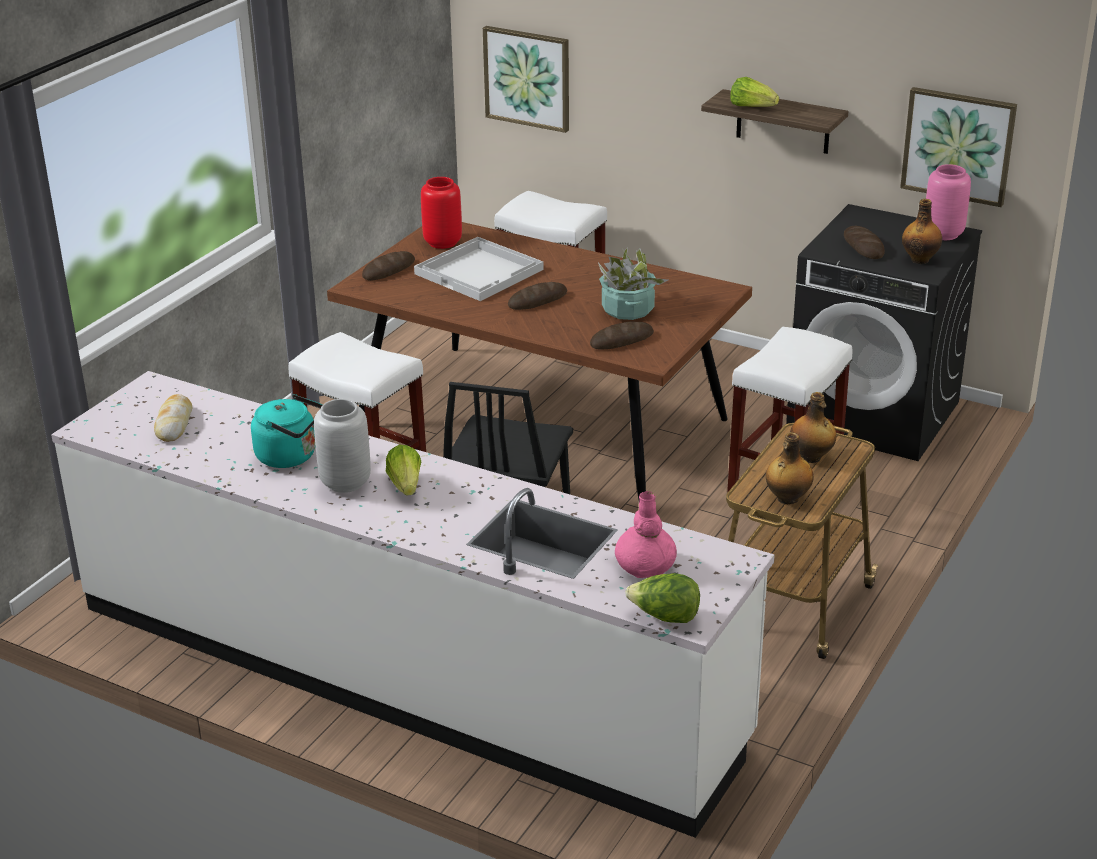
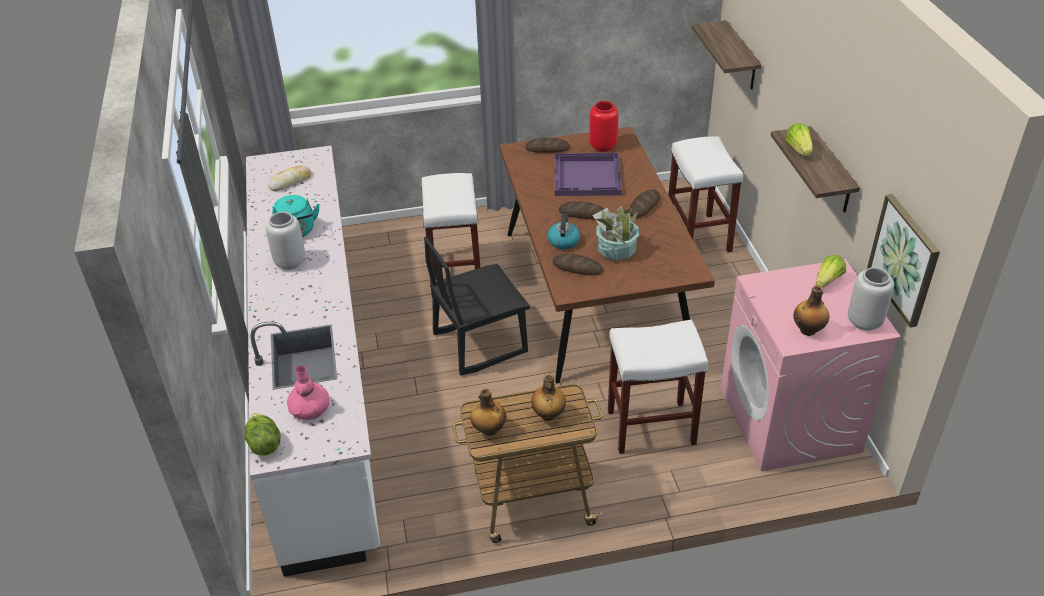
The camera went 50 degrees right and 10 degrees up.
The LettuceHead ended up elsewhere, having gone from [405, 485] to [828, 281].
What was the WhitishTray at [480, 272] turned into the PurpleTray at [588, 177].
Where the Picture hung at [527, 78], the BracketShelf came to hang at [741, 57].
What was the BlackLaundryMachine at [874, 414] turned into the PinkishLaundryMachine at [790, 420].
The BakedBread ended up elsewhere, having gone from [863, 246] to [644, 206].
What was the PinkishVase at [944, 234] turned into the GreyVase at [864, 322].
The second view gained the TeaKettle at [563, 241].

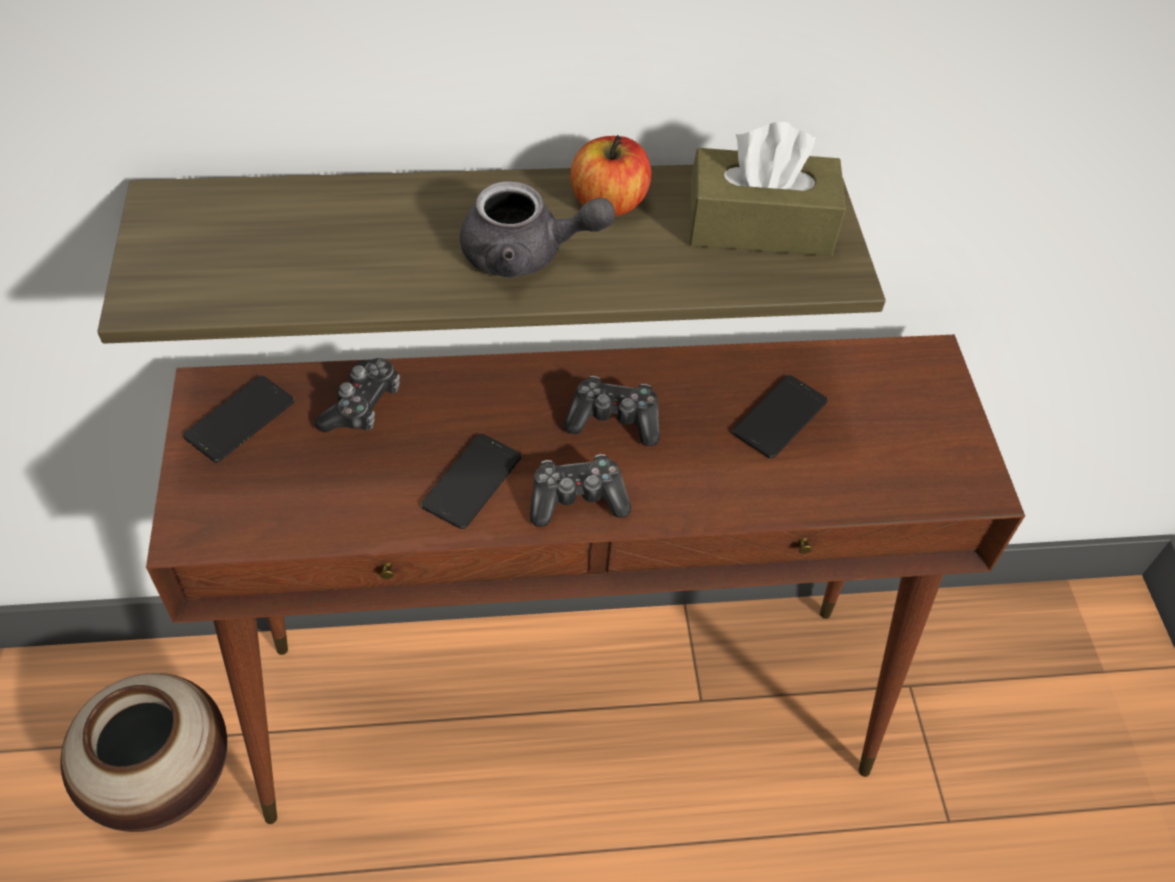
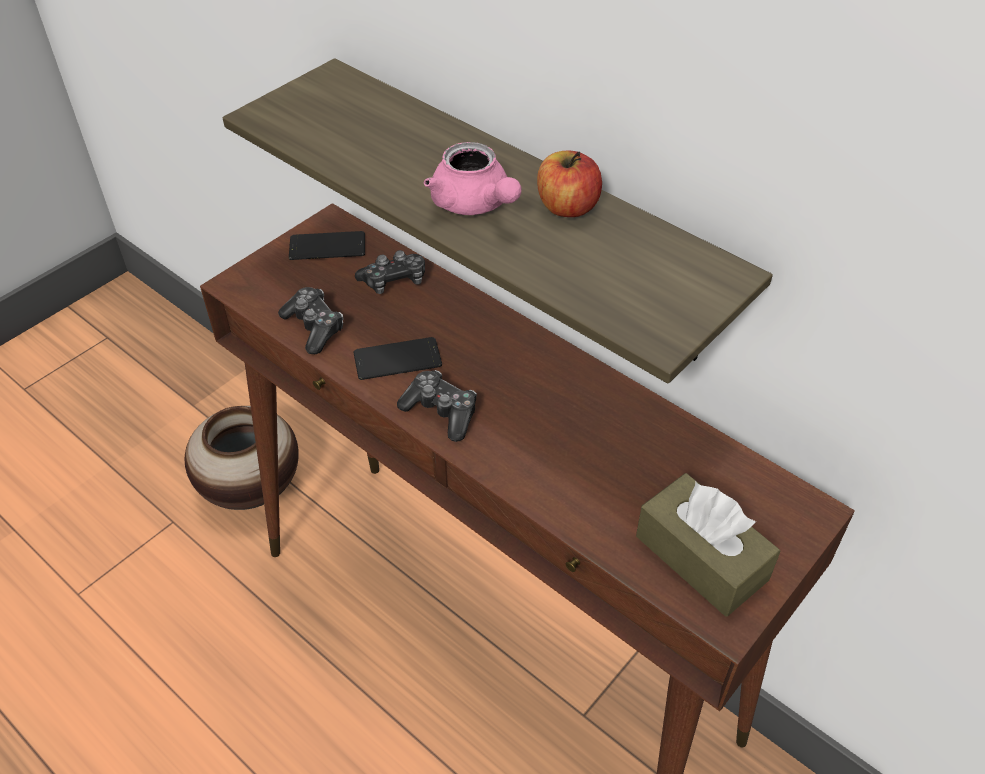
The camera went 50 degrees right and 5 degrees down.
What was the GreyTeaPot at [526, 254] turned into the PinkishTeaPot at [475, 205].
The Joypad ended up elsewhere, having gone from [614, 420] to [314, 327].
The BrownTissueBox ended up elsewhere, having gone from [759, 226] to [701, 558].
The second view lost the Telephone at [780, 417].

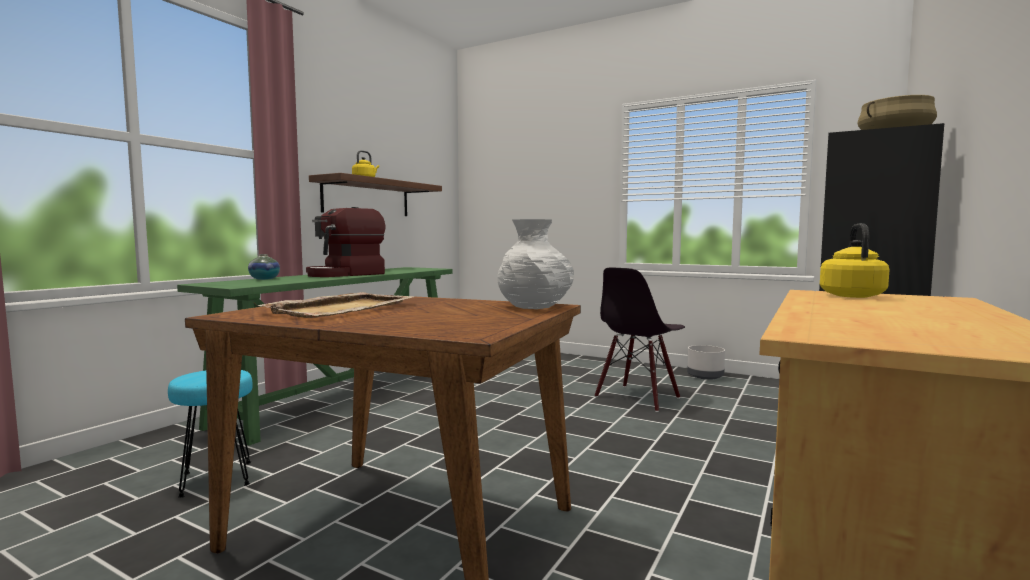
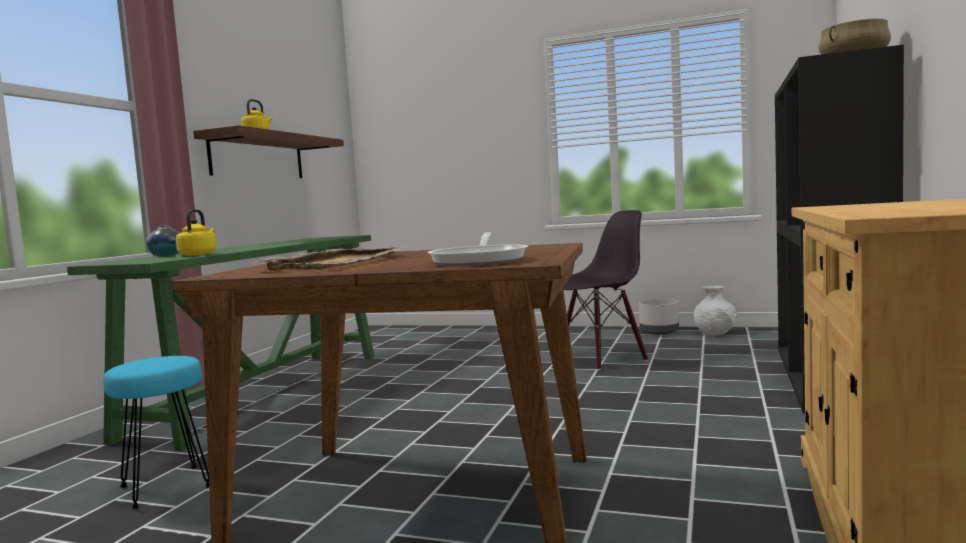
The camera went 10 degrees left and 0 degrees up.
The second view lost the CoffeeBrewer at [346, 274].
The WhitishVase ended up elsewhere, having gone from [535, 306] to [716, 333].
The BlackChair at [638, 398] ended up facing another way, 150 degrees counterclockwise from before.
The YellowTeaKettle ended up elsewhere, having gone from [851, 295] to [199, 254].
The second view gained the FryingPan at [480, 260].

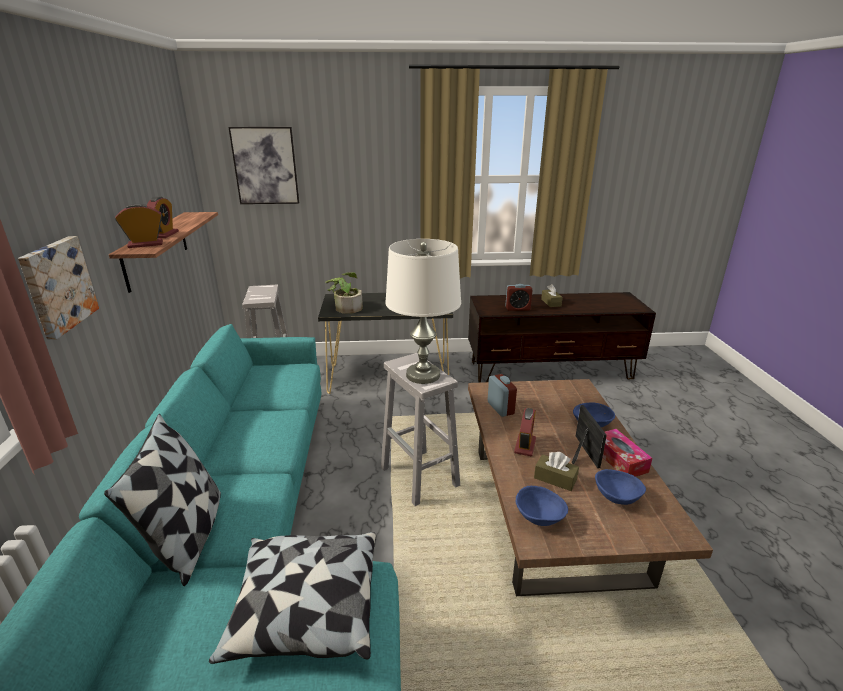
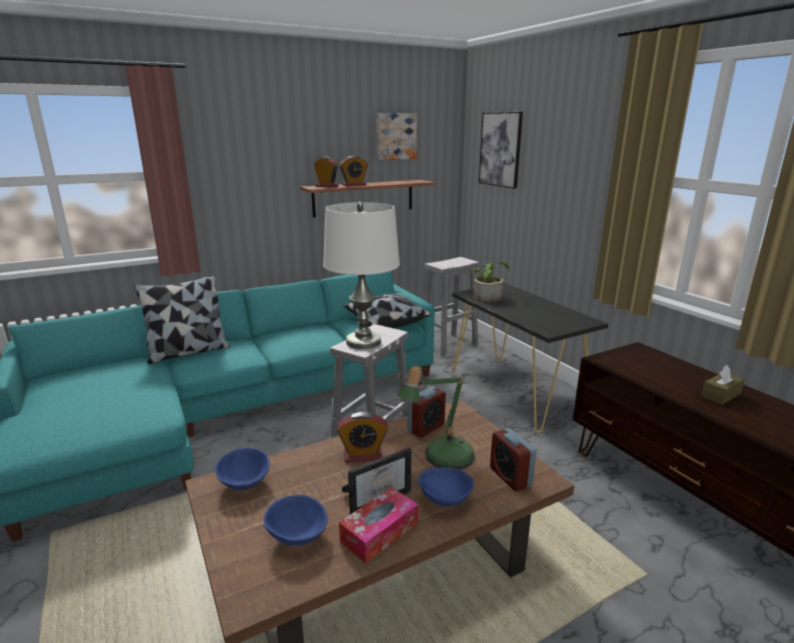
The camera went 65 degrees right and 5 degrees down.
The Picture ended up elsewhere, having gone from [57, 286] to [395, 136].
The ThrowPillow ended up elsewhere, having gone from [305, 609] to [385, 322].
The AlarmClock ended up elsewhere, having gone from [517, 308] to [510, 477].
The second view lost the BrownTissueBox at [555, 479].
The second view gained the TabletopLamp at [442, 458].

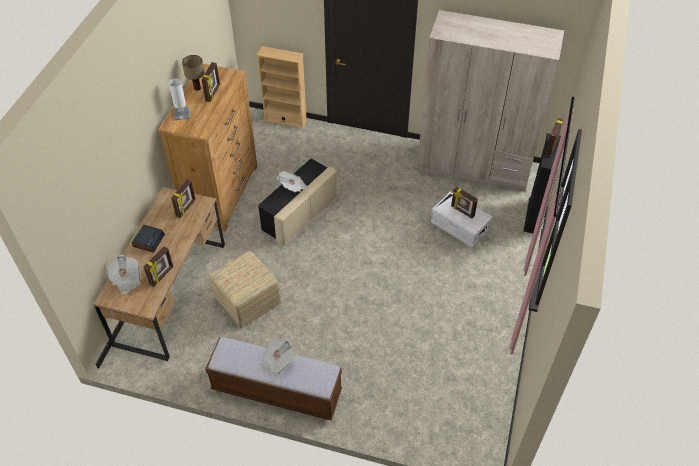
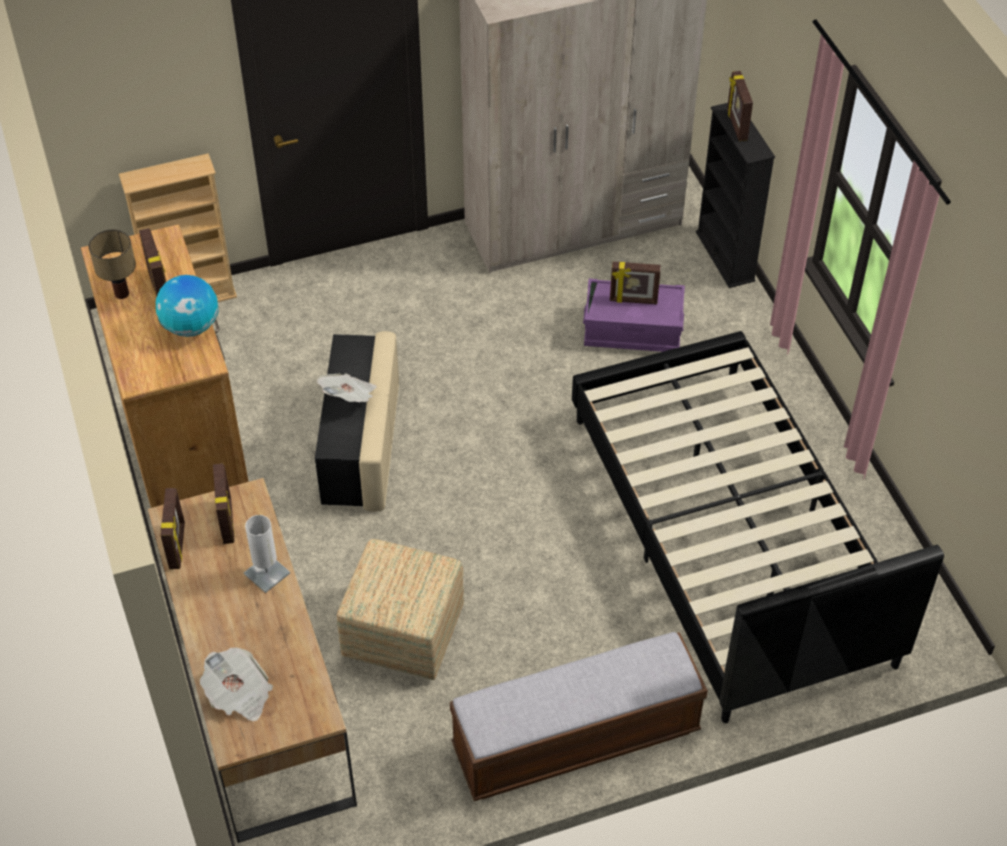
The camera went 35 degrees left and 0 degrees up.
The second view lost the AlarmClock at [148, 240].
The PhotoFrame ended up elsewhere, having gone from [162, 276] to [178, 546].
The WhitishTabletopLamp ended up elsewhere, having gone from [181, 114] to [267, 573].
The second view lost the DailyPaper at [276, 362].
What was the WhitishStorageBin at [459, 227] turned into the PurpleStorageBin at [632, 331].
The second view gained the Globe at [191, 326].
The second view gained the BlackBed at [728, 538].

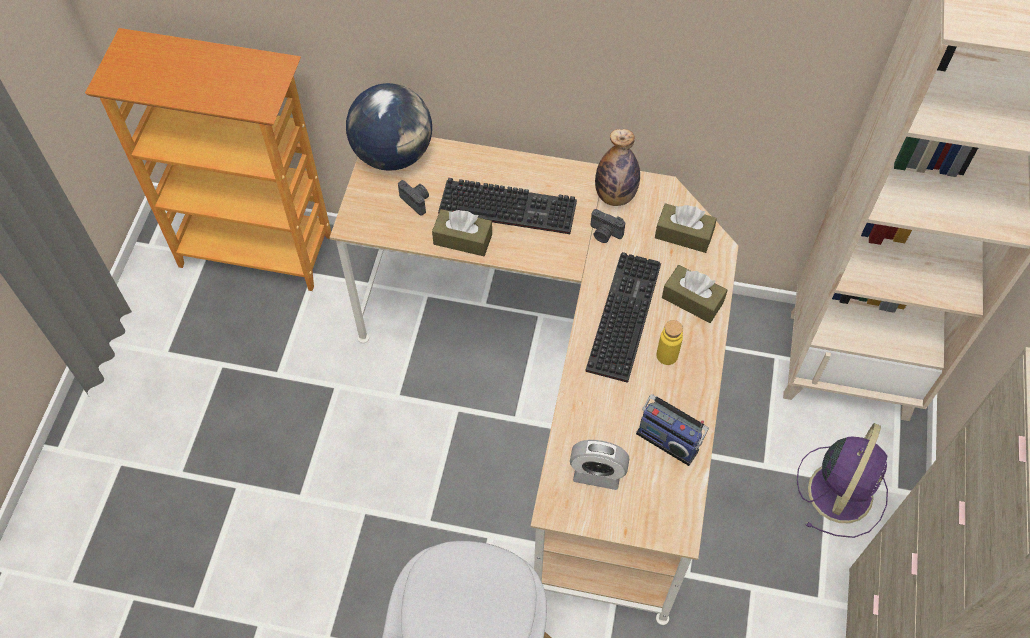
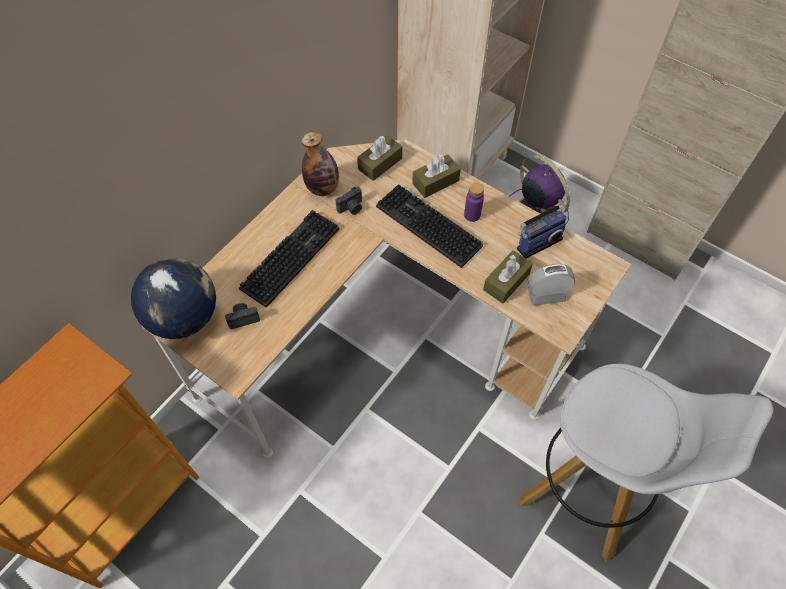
The camera went 65 degrees left and 0 degrees up.
The BrownTissueBox ended up elsewhere, having gone from [463, 239] to [506, 282].
The AlarmClock at [597, 473] ended up facing another way, 135 degrees counterclockwise from before.
What was the YellowBottle at [667, 355] turned into the PurpleBottle at [472, 215].

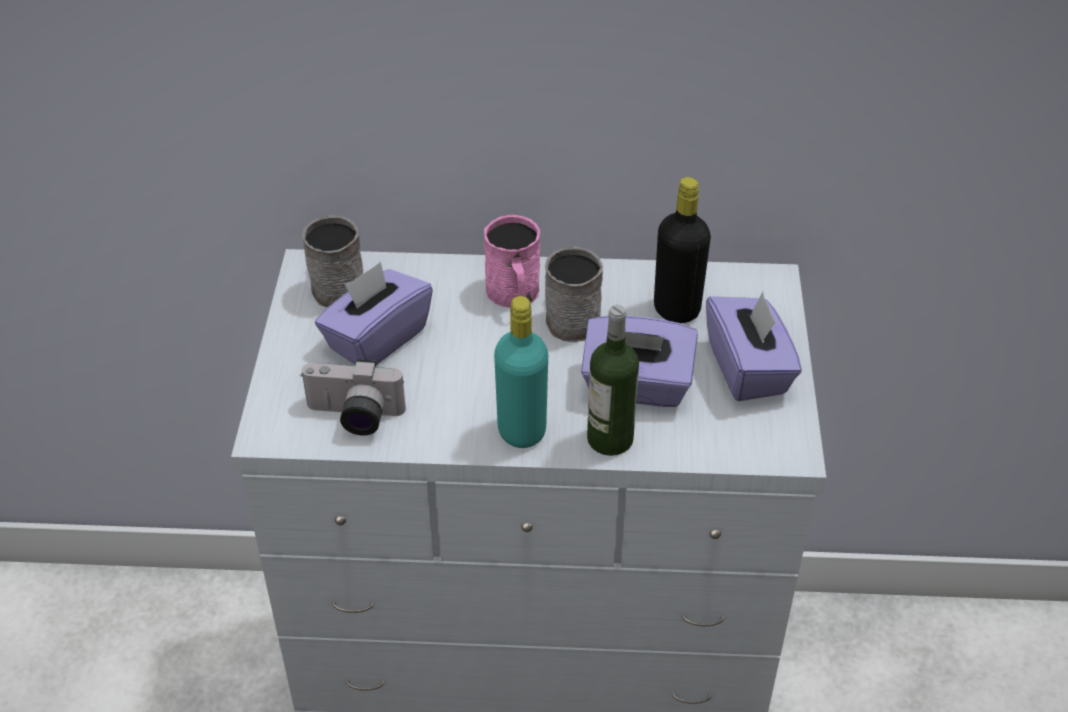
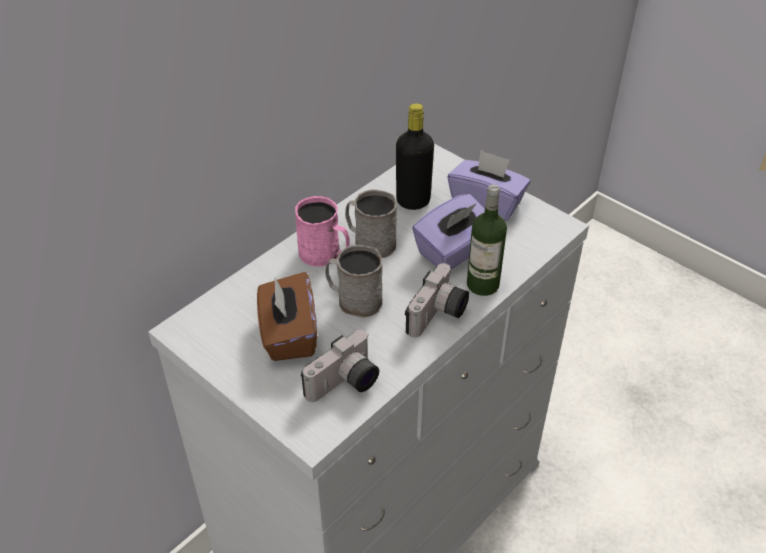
The camera went 50 degrees left and 0 degrees up.
The GreyMug ended up elsewhere, having gone from [336, 284] to [354, 300].
What was the PurpleTissueBox at [376, 339] turned into the BrownTissueBox at [288, 335].
Where the TurquoiseBottle stood at [522, 431], the StillCamera came to stand at [438, 316].

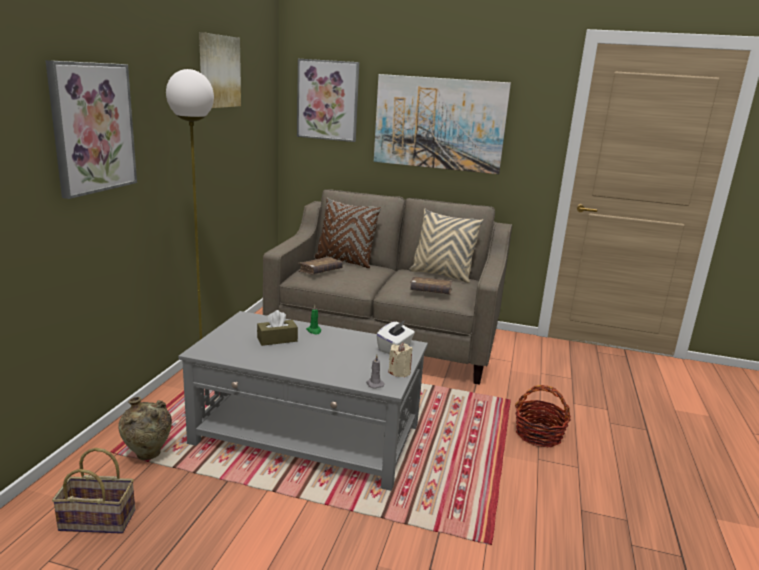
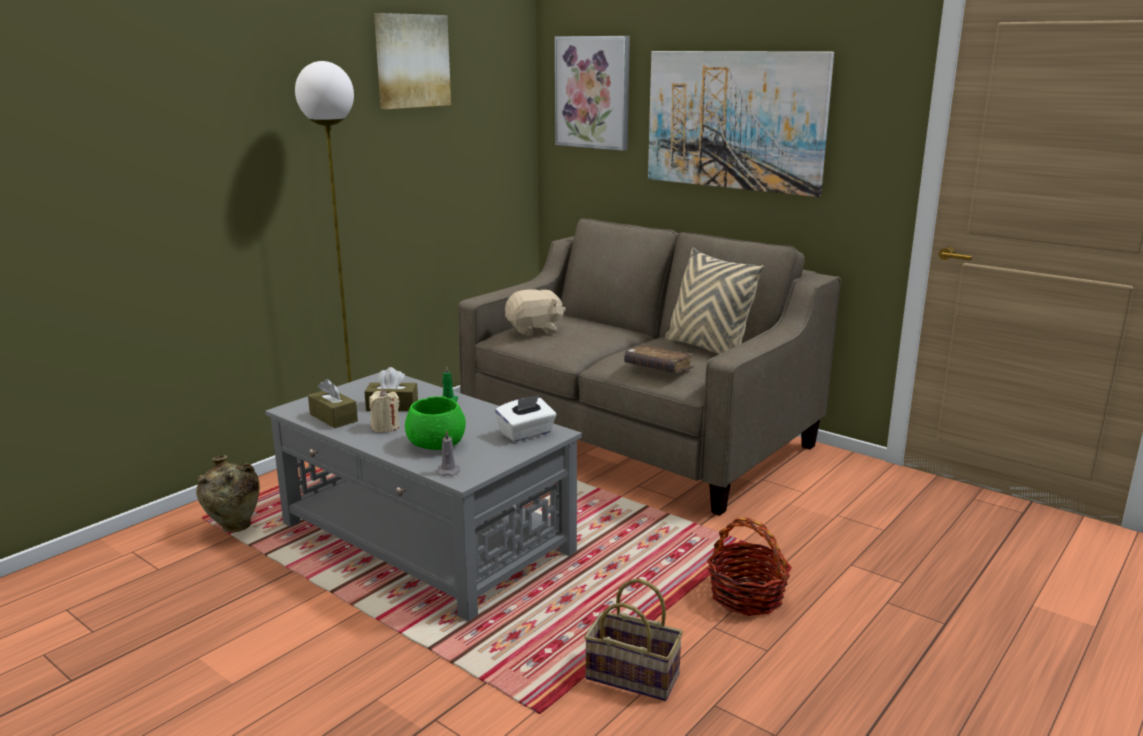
The camera went 25 degrees right and 0 degrees up.
The second view lost the Picture at [92, 128].
The HouseholdBasket ended up elsewhere, having gone from [100, 519] to [635, 676].
Where the BrownVolume stood at [320, 271], the BeigeColouredPlushToy came to stand at [534, 330].
The second view lost the BrownThrowPillow at [344, 262].
The BeigeColouredCandle ended up elsewhere, having gone from [399, 372] to [385, 427].
The second view gained the BrownTissueBox at [333, 418].
The second view gained the GreenServingBowl at [436, 444].

